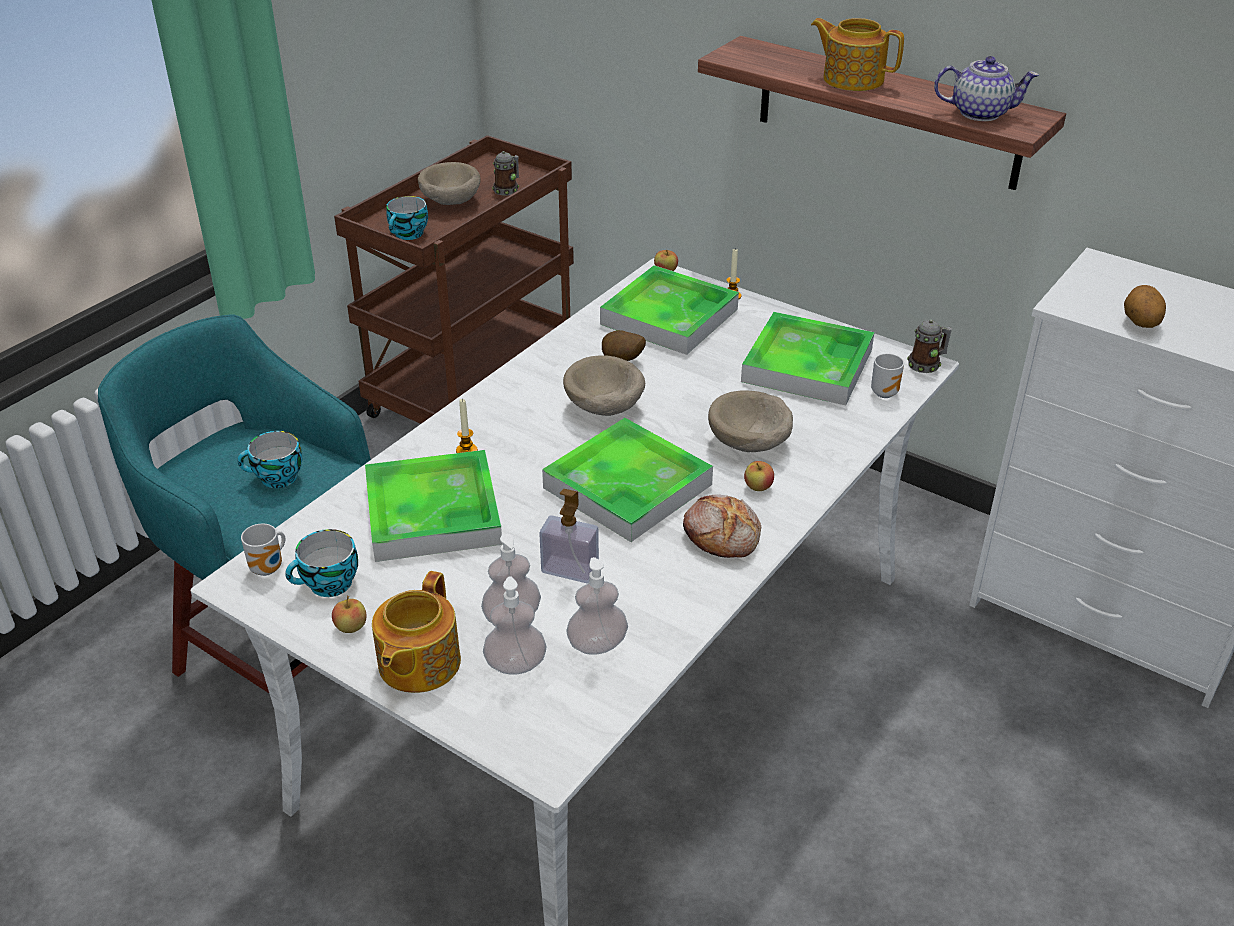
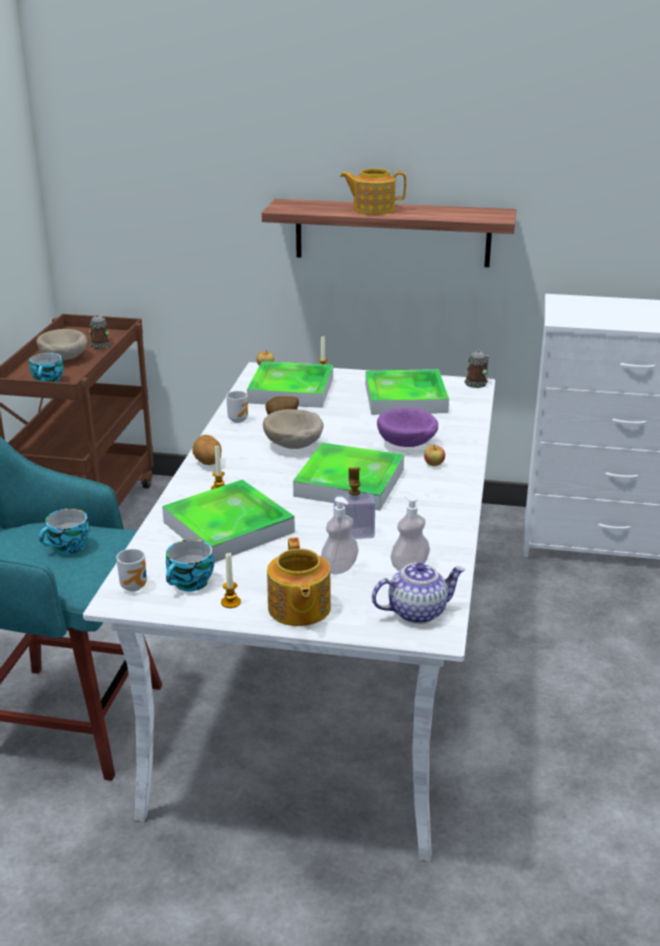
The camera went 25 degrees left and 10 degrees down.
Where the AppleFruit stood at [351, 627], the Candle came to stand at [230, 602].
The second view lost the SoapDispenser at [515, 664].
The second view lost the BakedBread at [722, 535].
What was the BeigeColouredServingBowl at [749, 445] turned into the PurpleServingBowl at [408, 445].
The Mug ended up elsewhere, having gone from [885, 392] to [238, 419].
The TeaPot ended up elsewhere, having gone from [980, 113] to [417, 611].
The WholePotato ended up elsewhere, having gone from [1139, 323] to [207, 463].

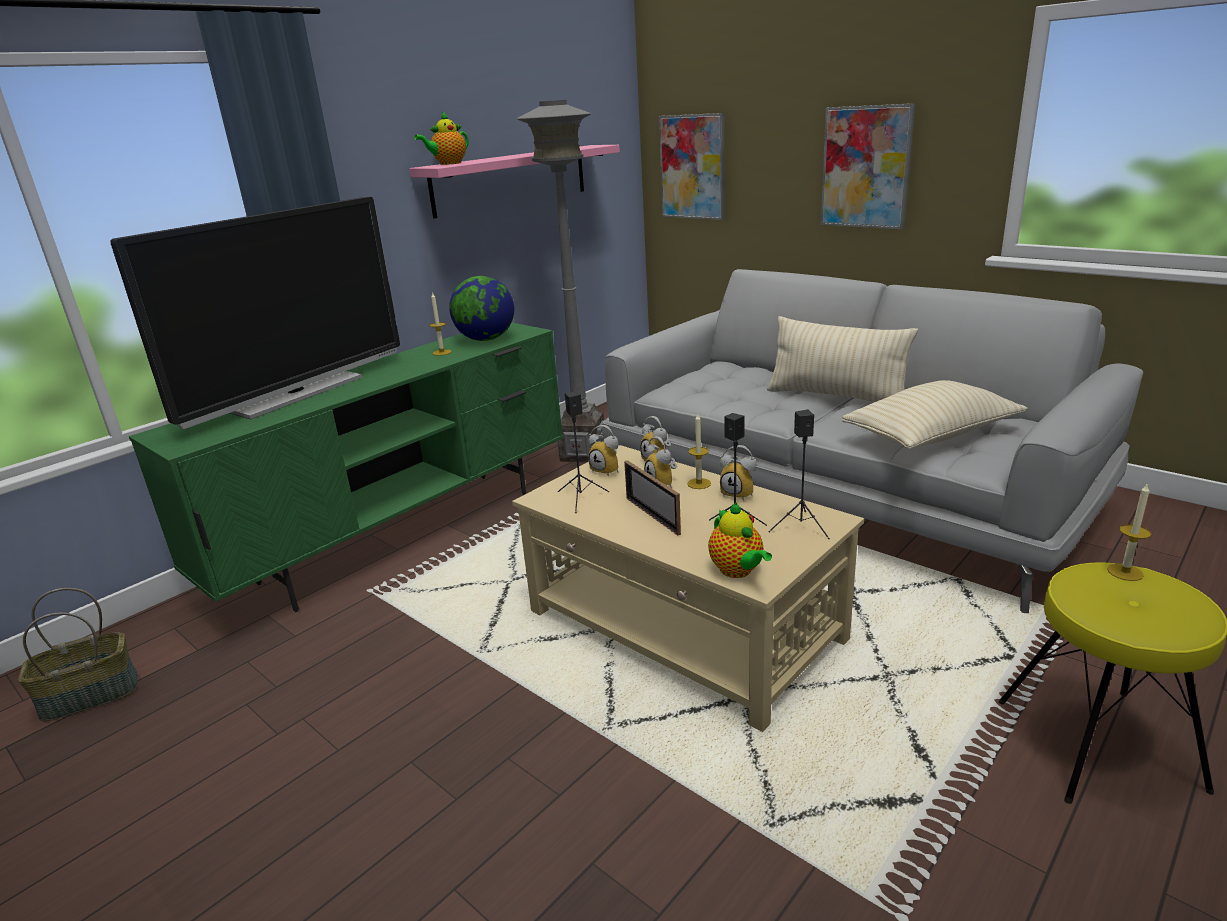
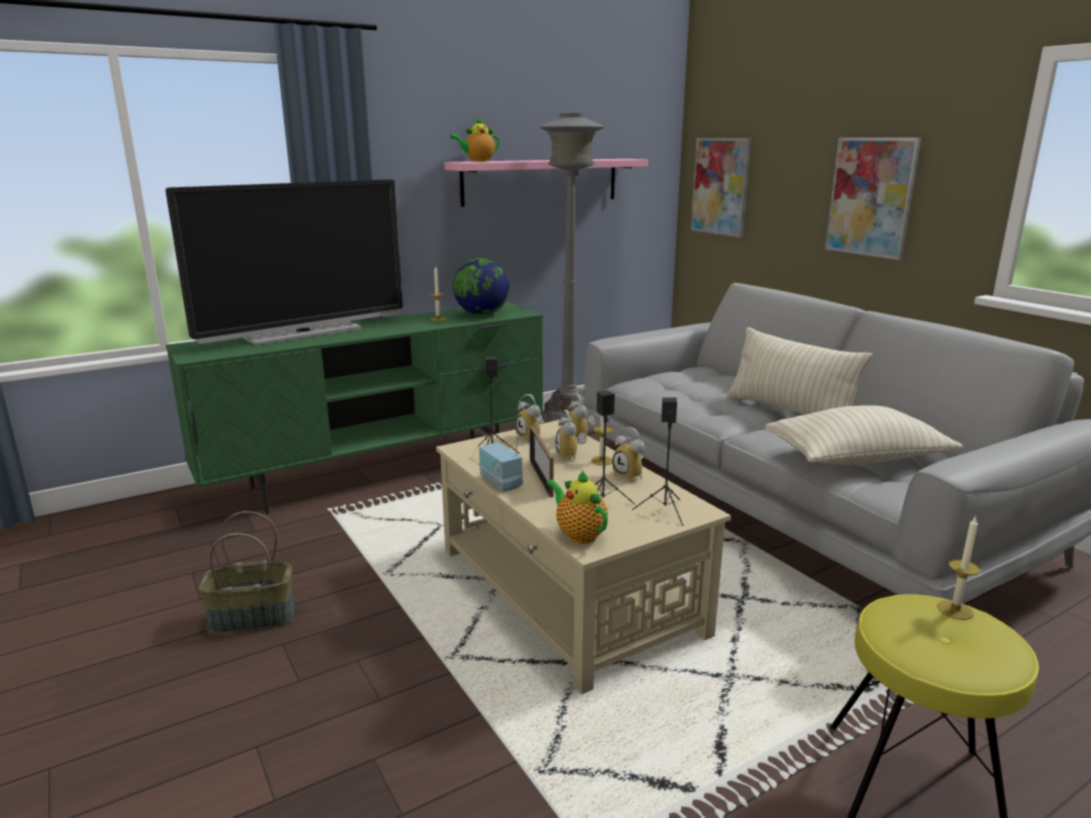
The camera went 15 degrees right and 5 degrees down.
The HouseholdBasket ended up elsewhere, having gone from [89, 697] to [251, 618].
The TeaPot at [737, 571] ended up facing another way, 150 degrees clockwise from before.
The second view gained the RadioSet at [500, 482].

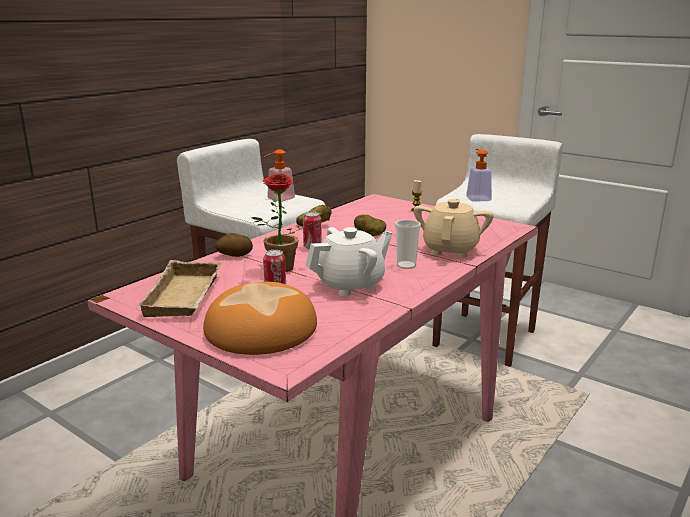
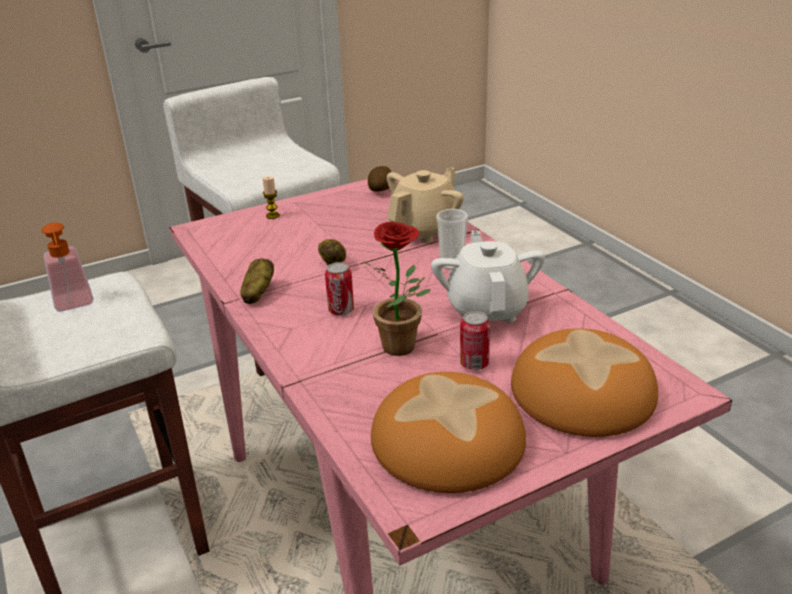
The camera went 65 degrees left and 10 degrees up.
Where the BeigeColouredTray stood at [186, 296], the BakedBread came to stand at [449, 441].
The WholePotato ended up elsewhere, having gone from [234, 255] to [381, 190].
The BeigeColouredTeaPot at [450, 250] ended up facing another way, 90 degrees clockwise from before.
The second view lost the SoapDispenser at [477, 197].

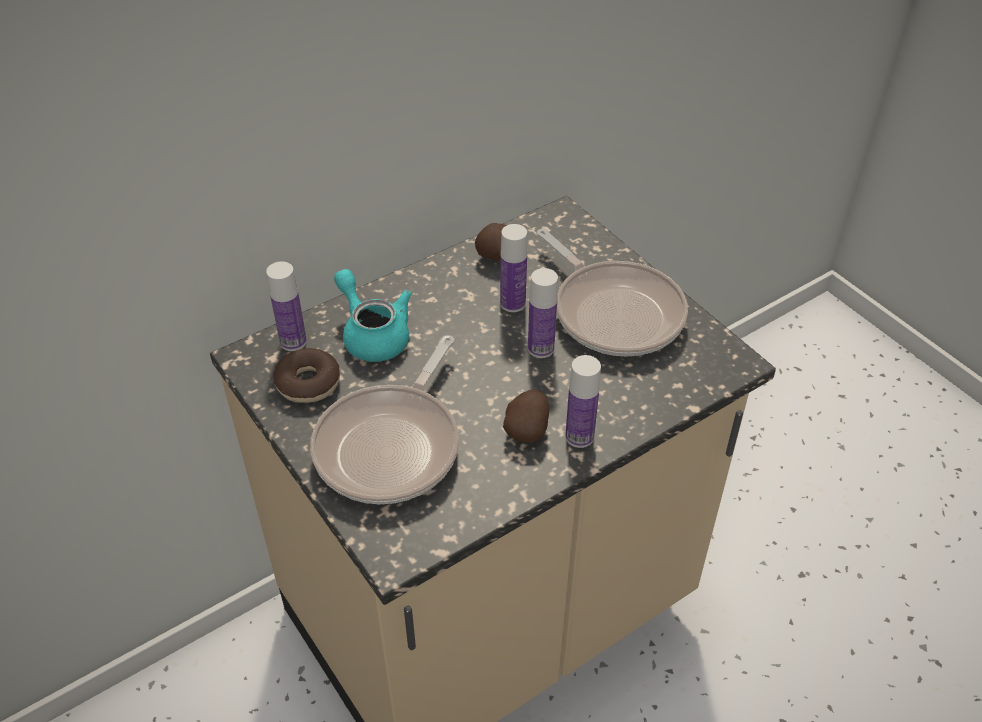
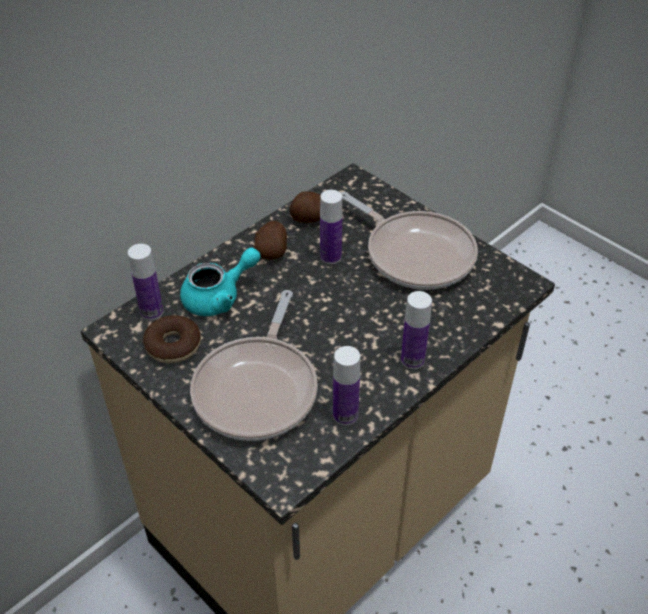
The camera went 10 degrees left and 0 degrees up.
The TurquoiseTeaPot at [373, 334] ended up facing another way, 105 degrees clockwise from before.
The WholePotato ended up elsewhere, having gone from [527, 428] to [272, 251].
The Bottle ended up elsewhere, having gone from [541, 348] to [345, 415].

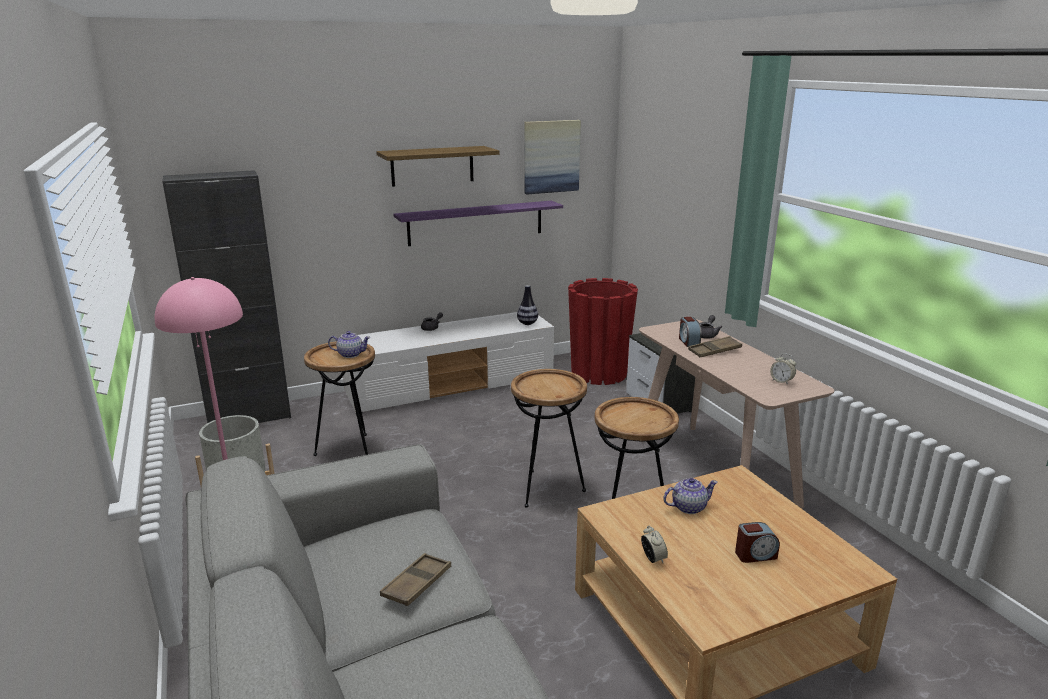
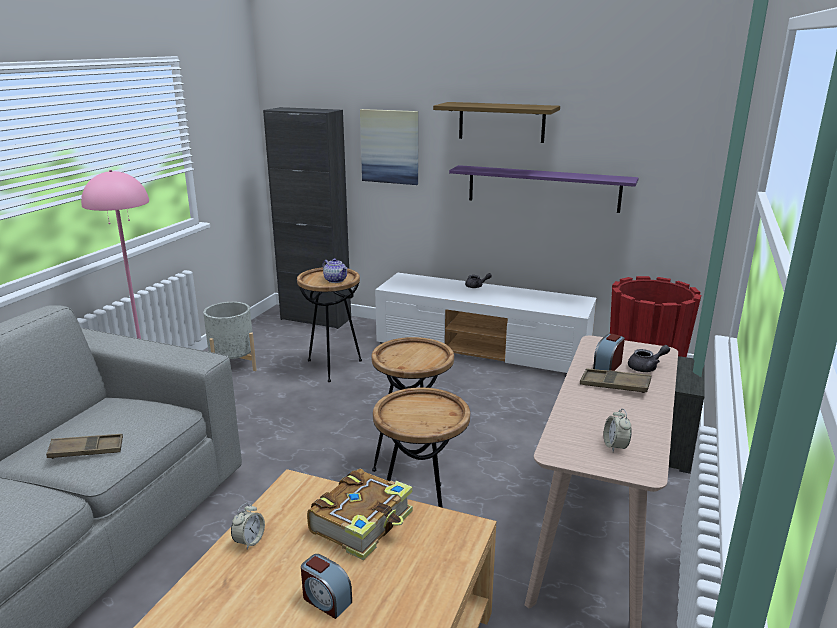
The camera went 45 degrees right and 0 degrees up.
The second view lost the Vase at [527, 323].
The Picture ended up elsewhere, having gone from [551, 156] to [390, 146].
Where the TeaPot stood at [688, 507], the Volume came to stand at [363, 523].

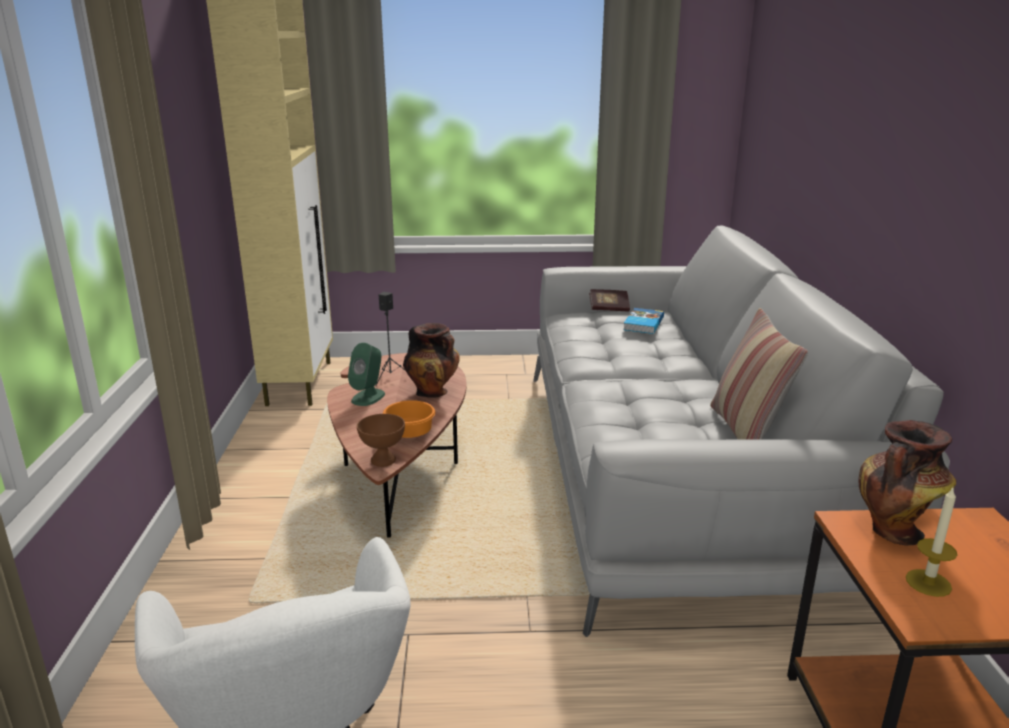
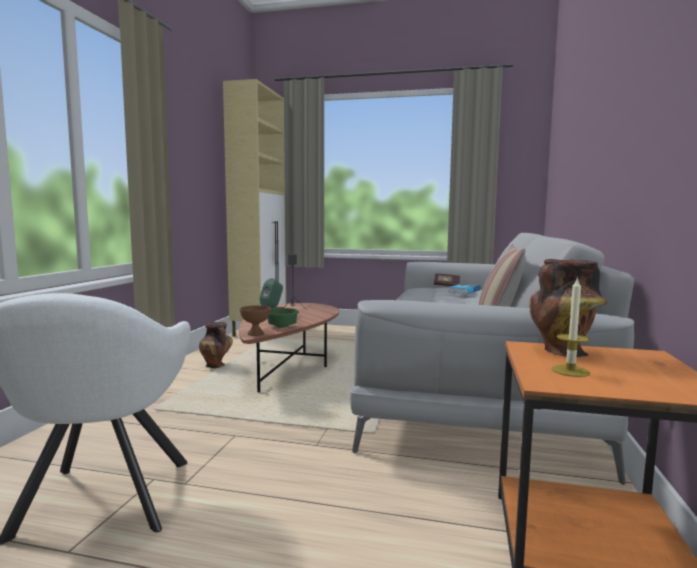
The camera went 15 degrees right and 15 degrees down.
What was the OrangeyServingBowl at [411, 434] turned into the GreenServingBowl at [282, 327].
The Vase ended up elsewhere, having gone from [433, 392] to [216, 366].

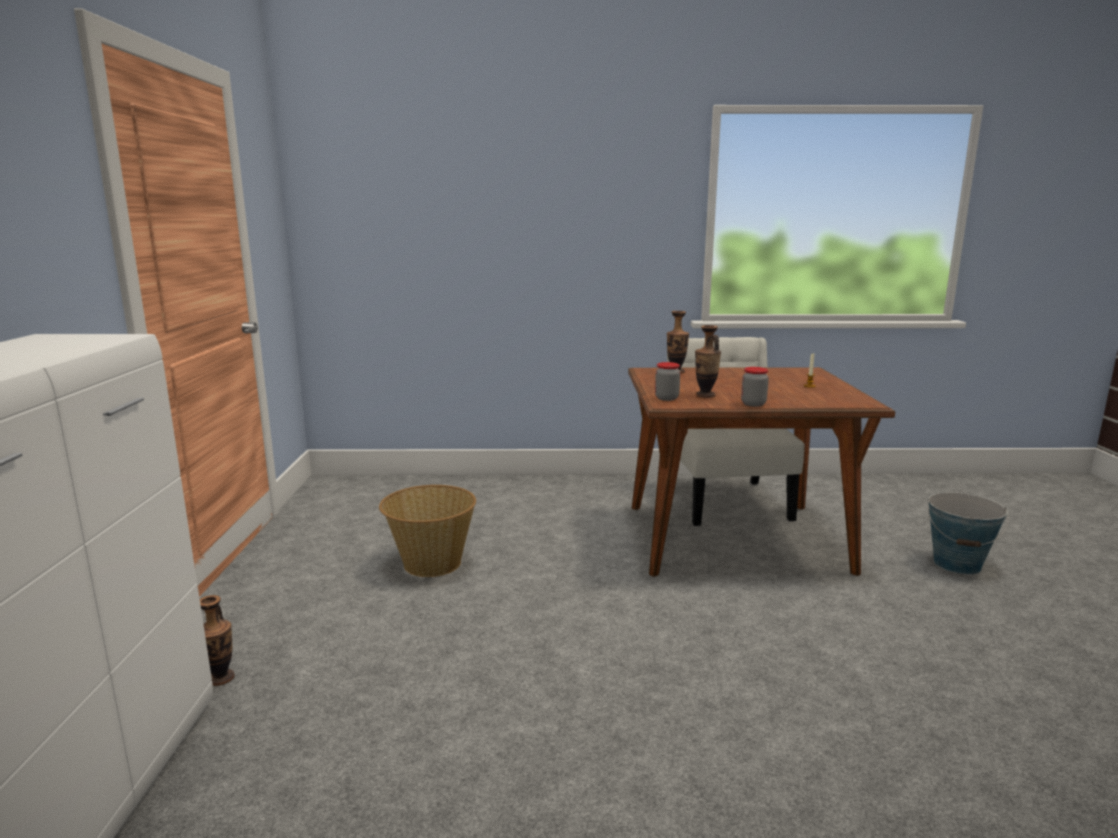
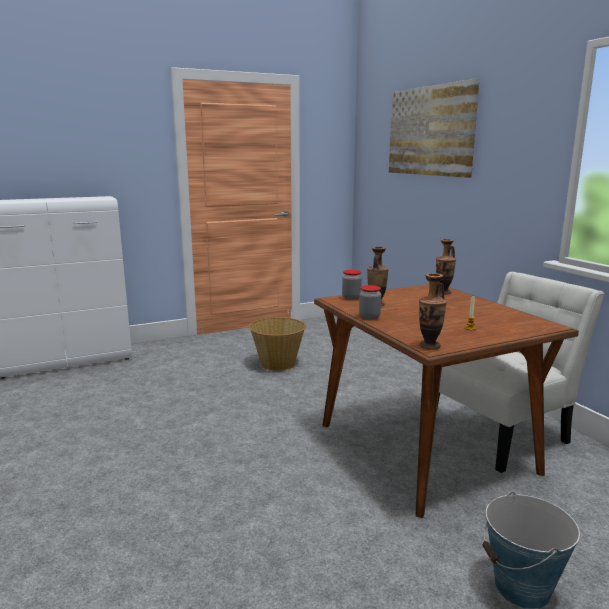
The camera went 65 degrees right and 0 degrees up.
The Vase ended up elsewhere, having gone from [221, 678] to [429, 346].
The second view gained the Picture at [430, 131].

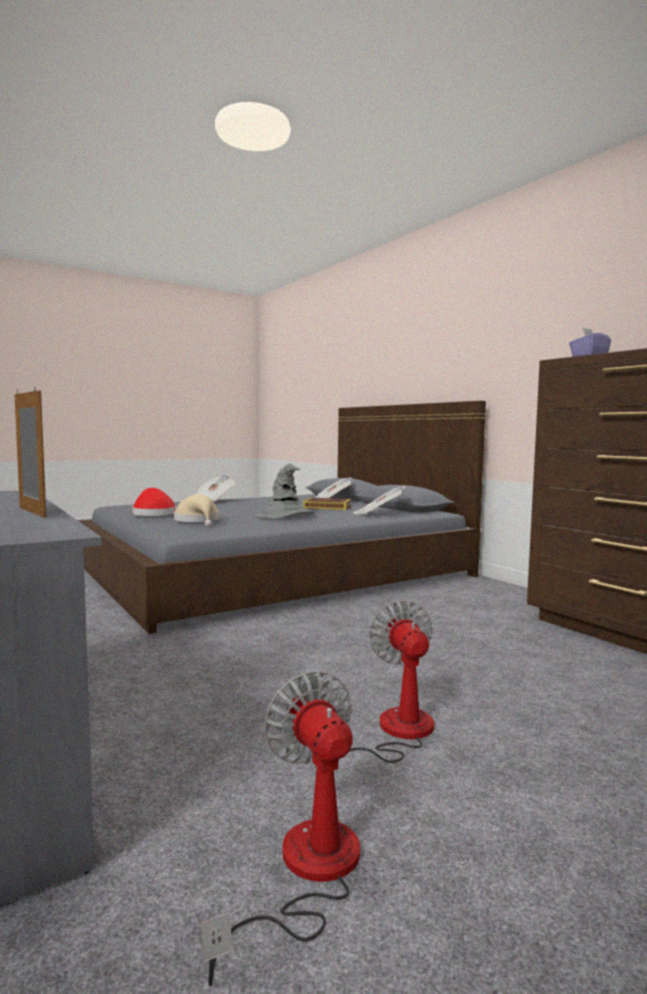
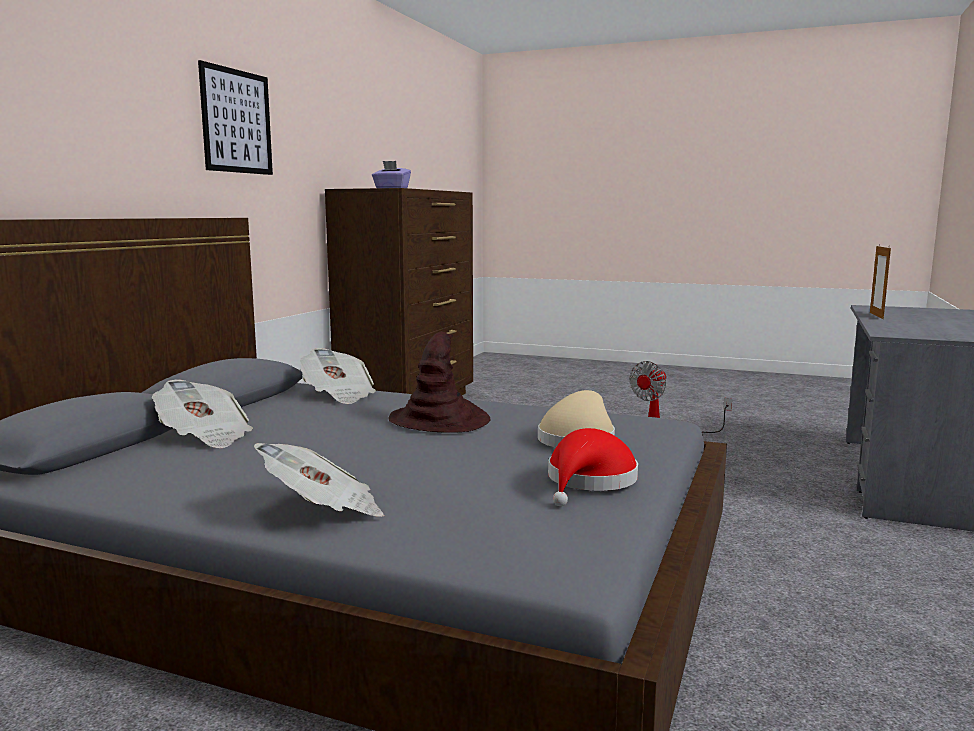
The camera went 125 degrees left and 5 degrees up.
The second view lost the ElectricFan at [306, 872].
What was the GreyClothingHat at [285, 516] turned into the BrownClothingHat at [440, 420].
The second view lost the Volume at [327, 507].
The second view gained the Picture at [236, 121].

